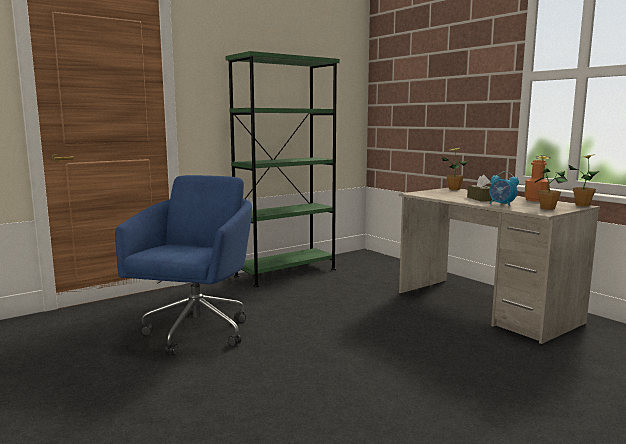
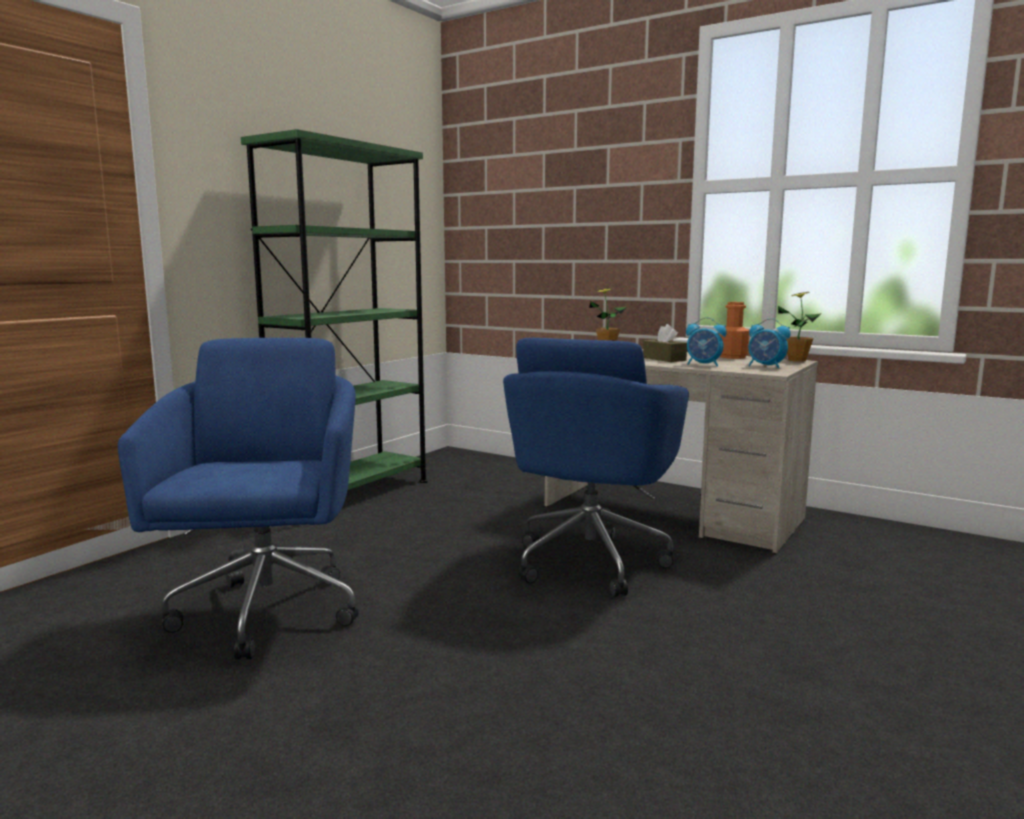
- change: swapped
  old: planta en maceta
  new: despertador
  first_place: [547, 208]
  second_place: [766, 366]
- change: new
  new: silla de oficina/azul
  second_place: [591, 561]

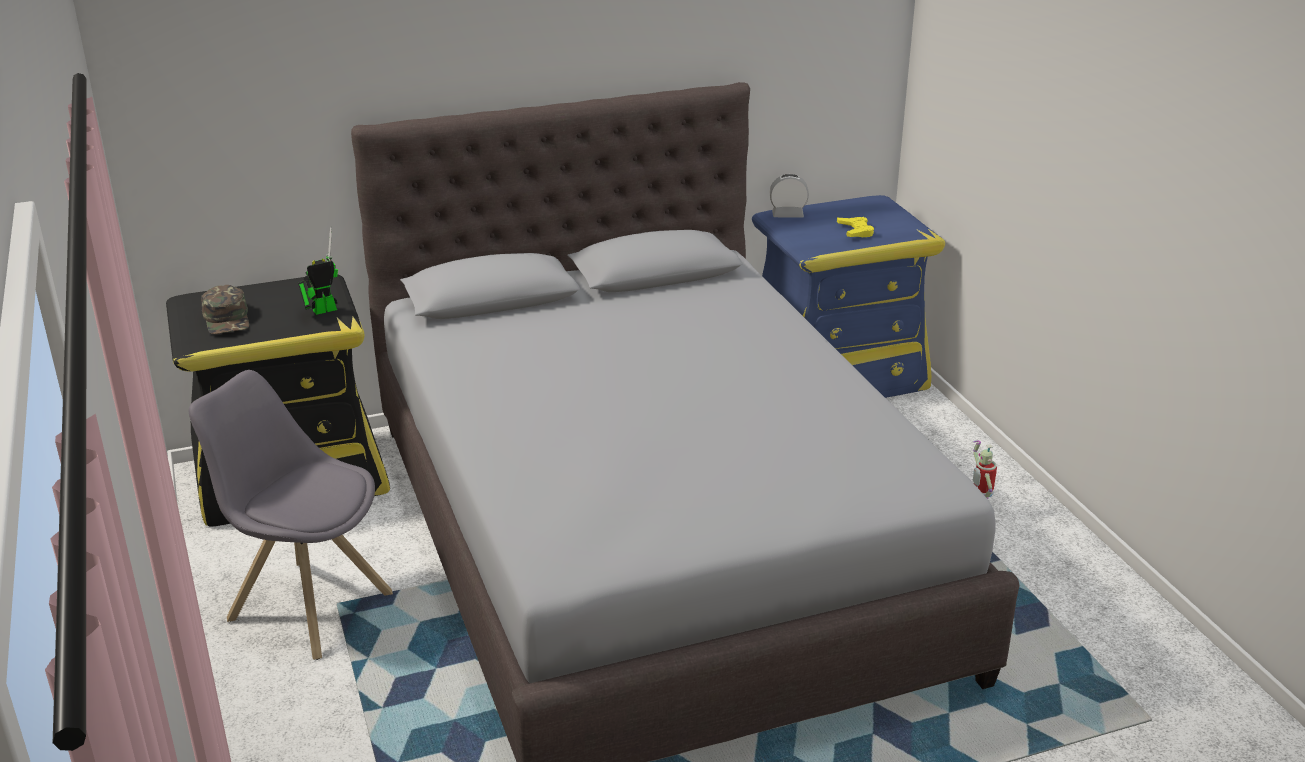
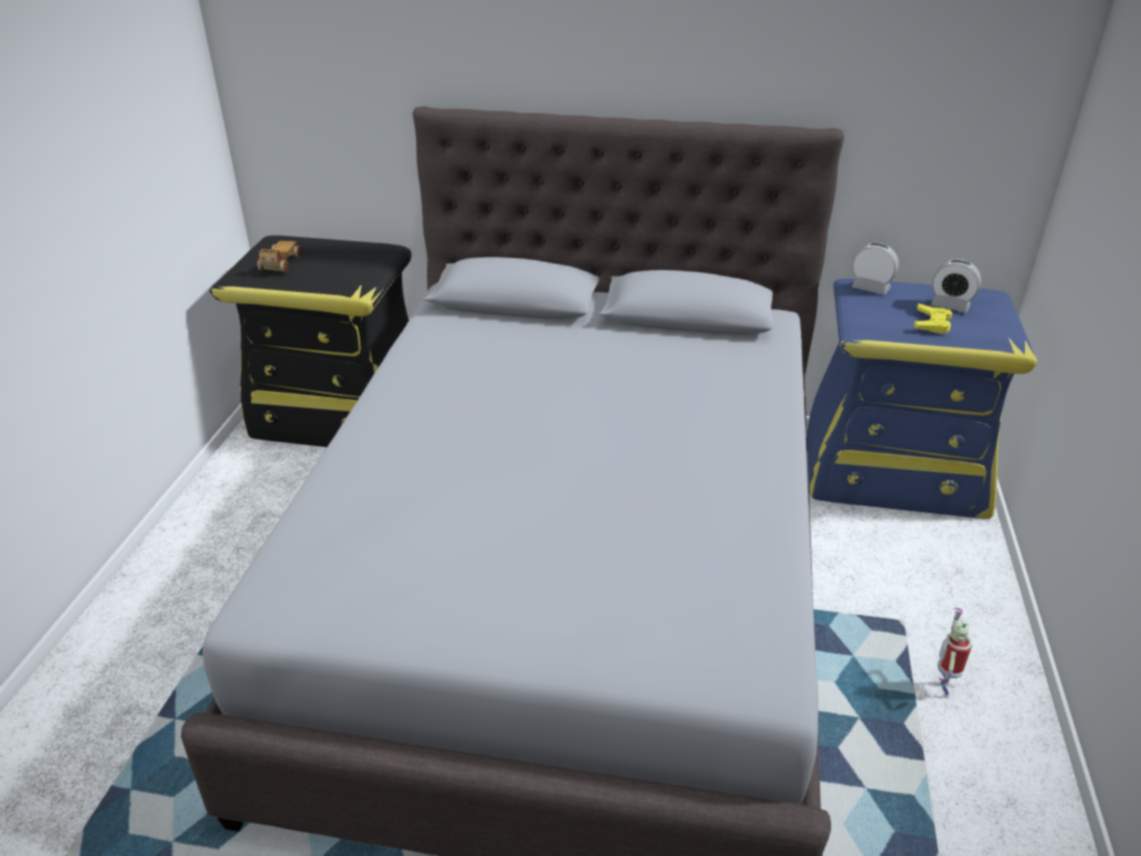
- change: gone
  old: silla/gris
  first_place: [308, 606]
- change: swapped
  old: gorra/verde
  new: coche de juguete
  first_place: [227, 319]
  second_place: [280, 264]
- change: gone
  old: robot de juguete
  first_place: [321, 311]
- change: new
  new: despertador
  second_place: [950, 306]

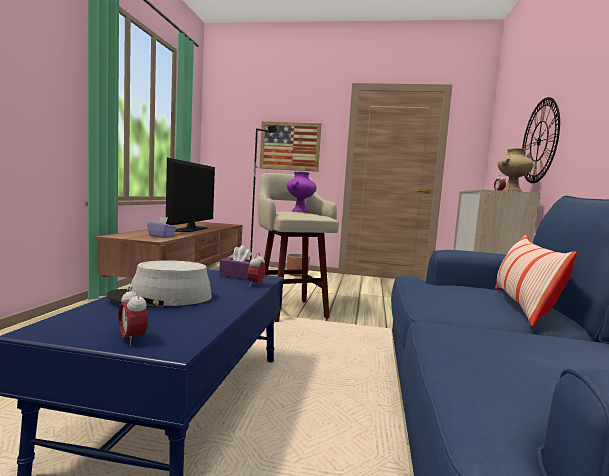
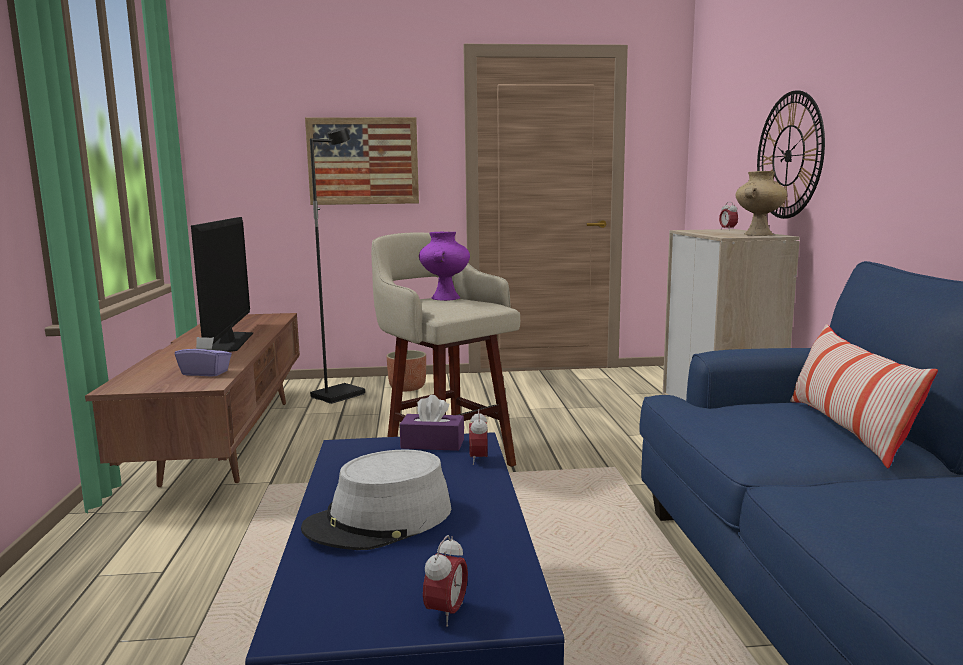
- change: rotated
  old: despertador
  first_place: [132, 340]
  second_place: [446, 613]
  degrees: -105

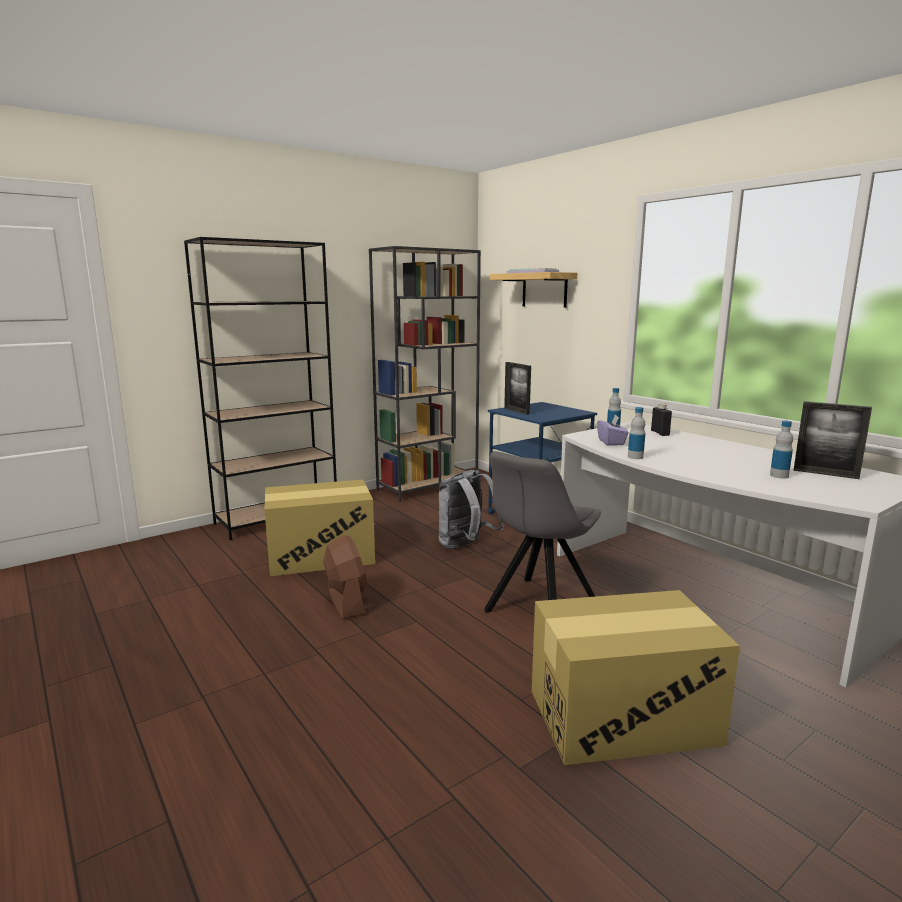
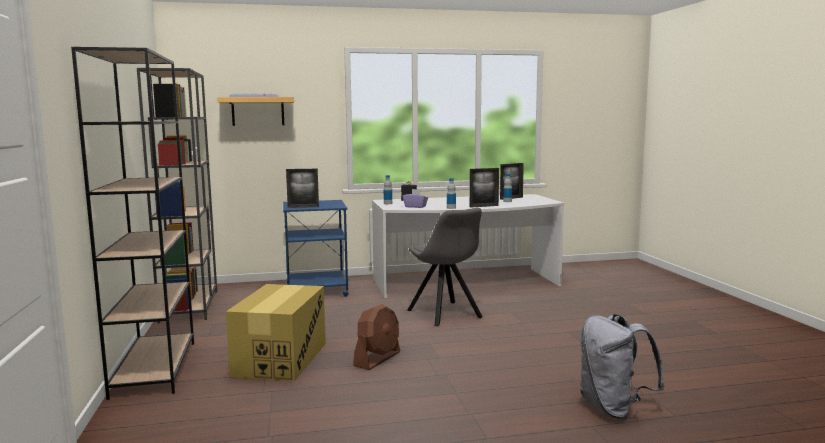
- change: rotated
  old: ventilador/marrón
  first_place: [346, 601]
  second_place: [377, 359]
  degrees: 120
- change: shifted
  old: mochila/gris
  first_place: [466, 546]
  second_place: [614, 408]
- change: gone
  old: caja de cartón
  first_place: [623, 717]
- change: new
  new: portarretratos
  second_place: [484, 206]

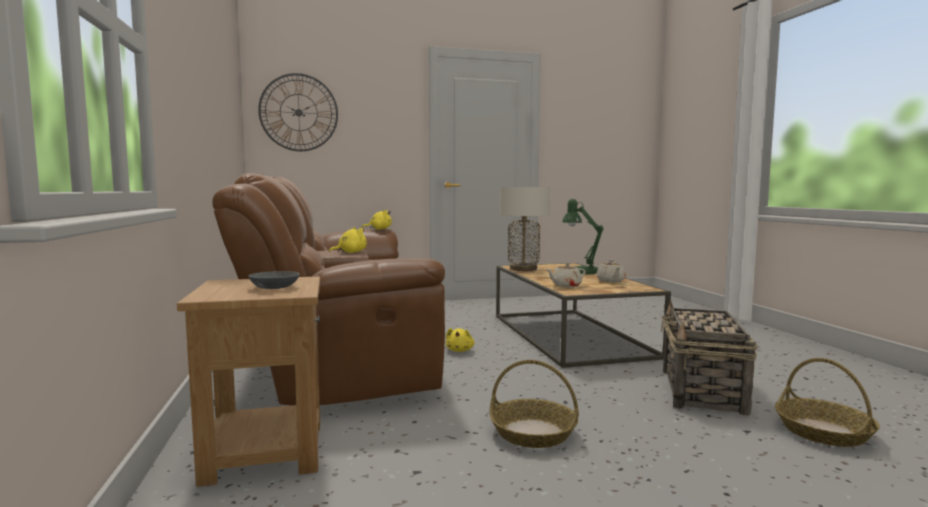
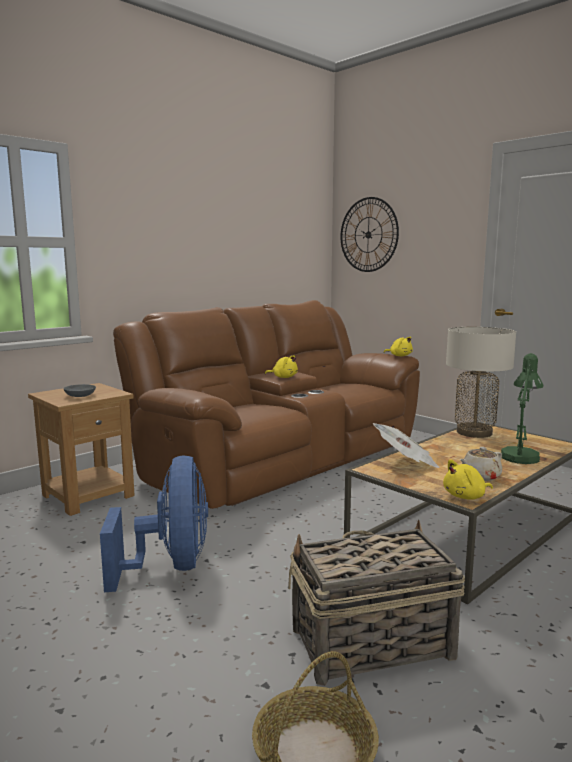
- change: shifted
  old: peluche/amarillo
  first_place: [460, 350]
  second_place: [466, 496]
- change: swapped
  old: cesta
  new: ventilador/azul
  first_place: [532, 433]
  second_place: [171, 566]
- change: swapped
  old: tetera/beis
  new: periódico
  first_place: [566, 285]
  second_place: [406, 462]

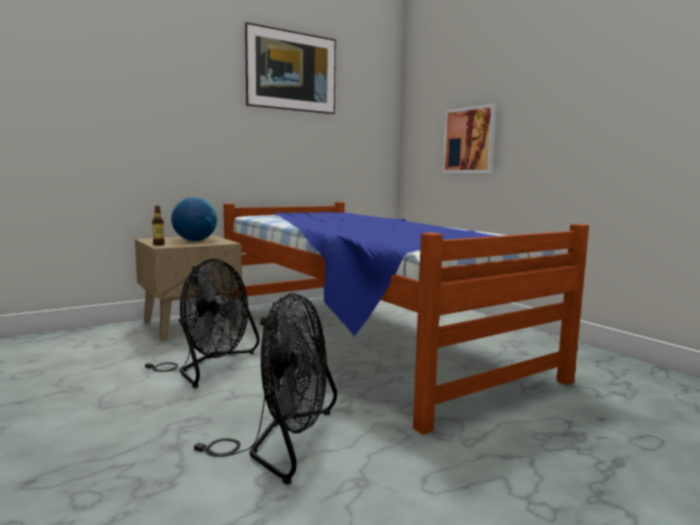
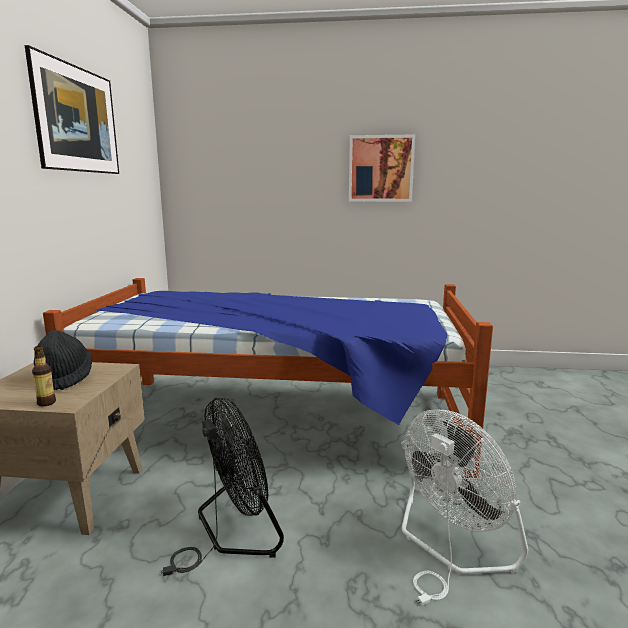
- change: swapped
  old: globo terráqueo
  new: sombrero/negro
  first_place: [195, 240]
  second_place: [64, 378]
- change: repainted
  old: ventilador/negro
  new: ventilador/blanco
  first_place: [281, 443]
  second_place: [445, 547]
- change: shifted
  old: cuadro
  first_place: [469, 140]
  second_place: [381, 169]

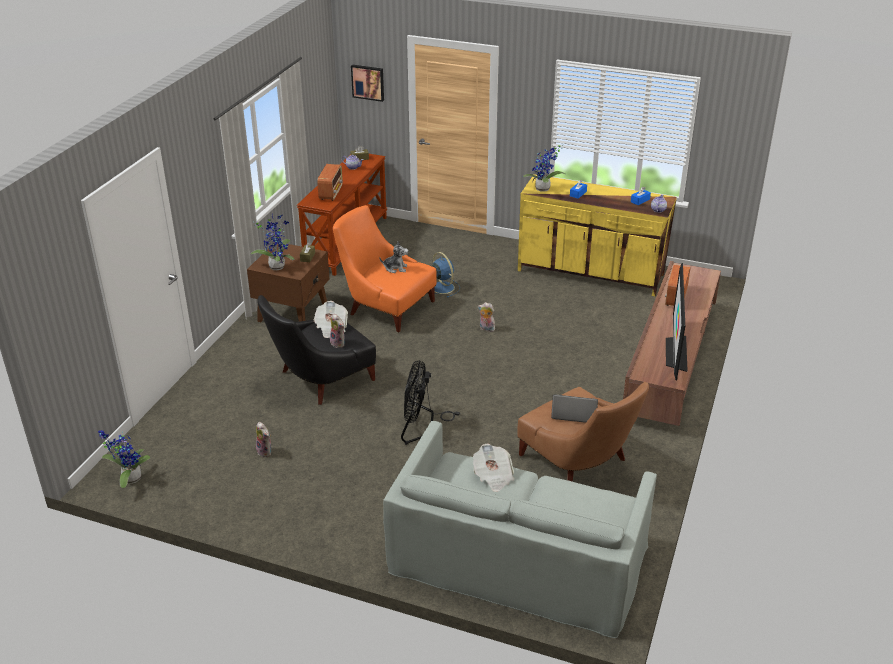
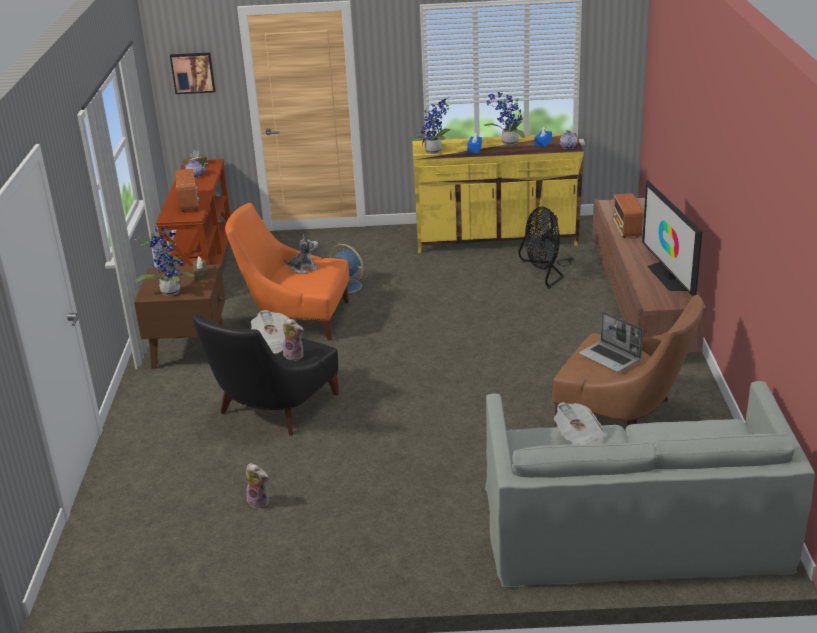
- change: shifted
  old: planta en maceta
  first_place: [129, 478]
  second_place: [508, 143]
- change: shifted
  old: ventilador/negro
  first_place: [422, 422]
  second_place: [546, 271]
- change: gone
  old: peluche
  first_place: [486, 329]
- change: rotated
  old: portátil
  first_place: [573, 413]
  second_place: [610, 357]
  degrees: -120

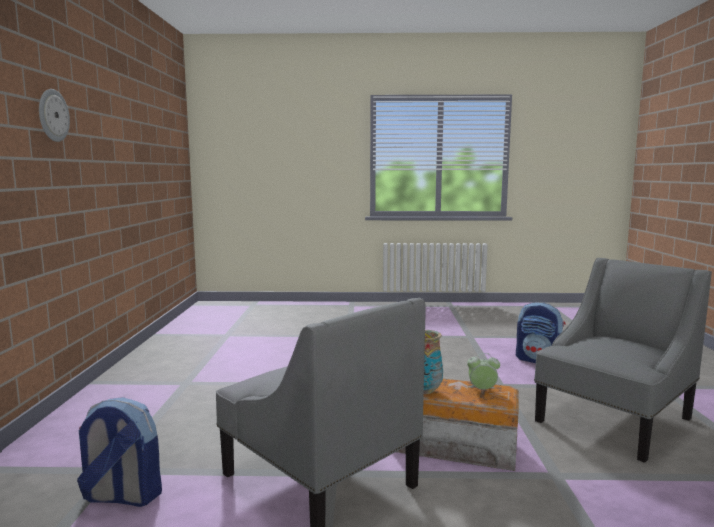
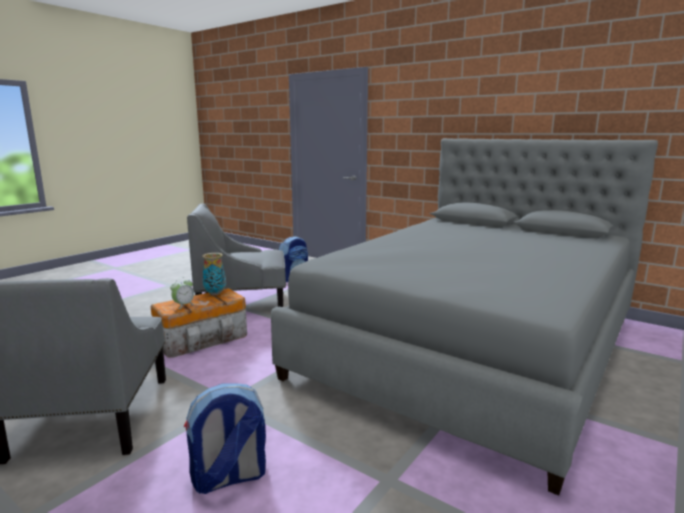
- change: gone
  old: reloj de pared
  first_place: [52, 115]
- change: new
  new: cama/gris
  second_place: [474, 346]

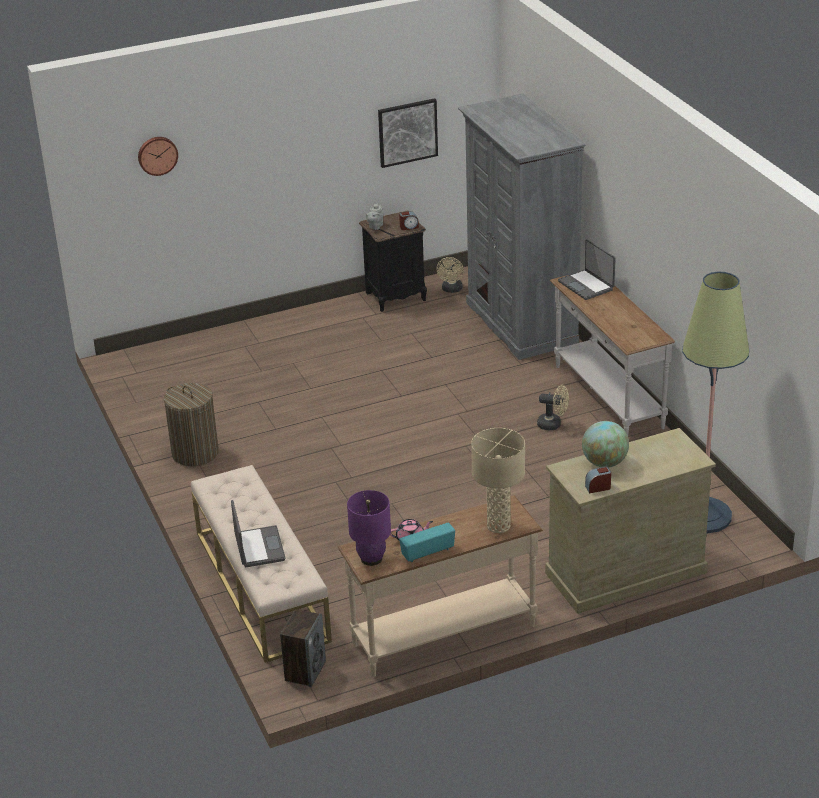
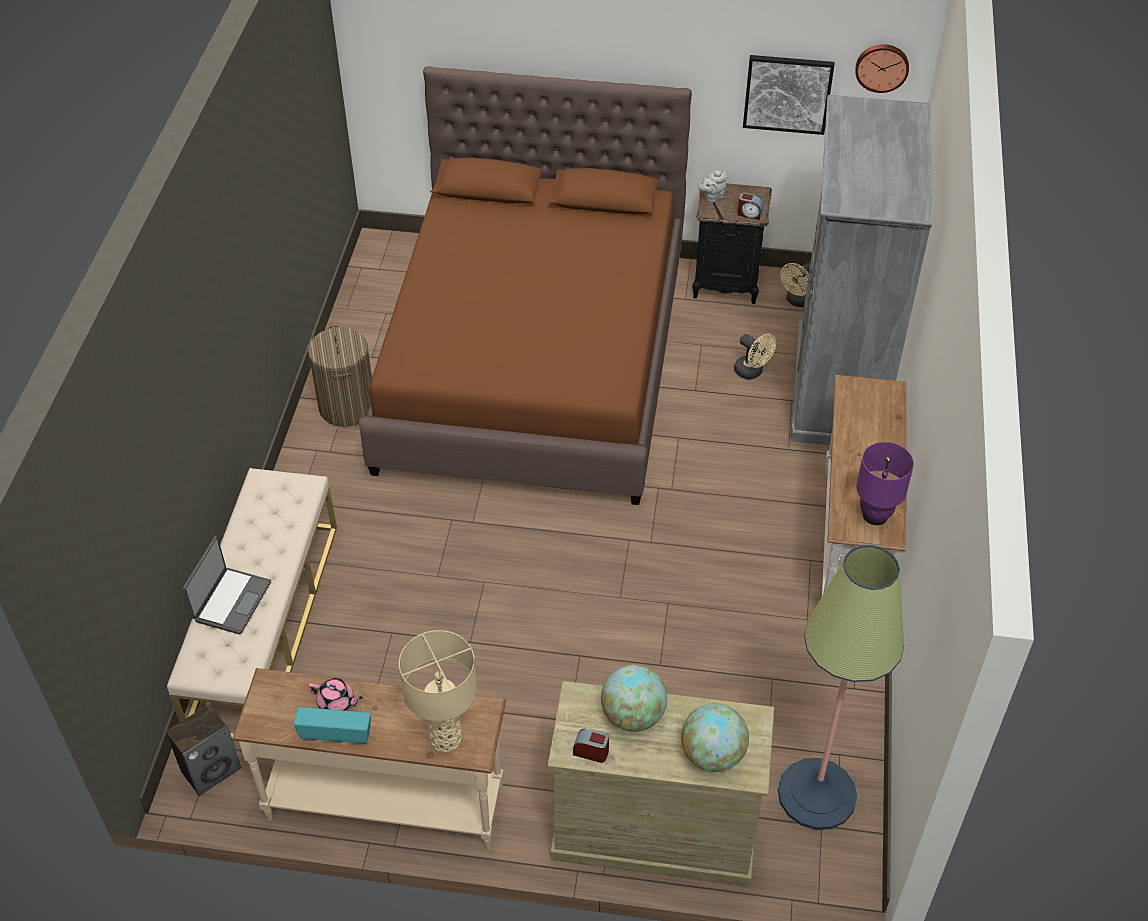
- change: shifted
  old: reloj de pared
  first_place: [157, 155]
  second_place: [882, 67]
- change: shifted
  old: lámpara de mesa/morado
  first_place: [371, 559]
  second_place: [875, 515]
- change: shifted
  old: ventilador/beis
  first_place: [553, 424]
  second_place: [752, 372]
- change: gone
  old: portátil
  first_place: [586, 285]
- change: new
  new: cama/marrón
  second_place: [533, 362]
- change: new
  new: globo terráqueo
  second_place: [712, 755]

